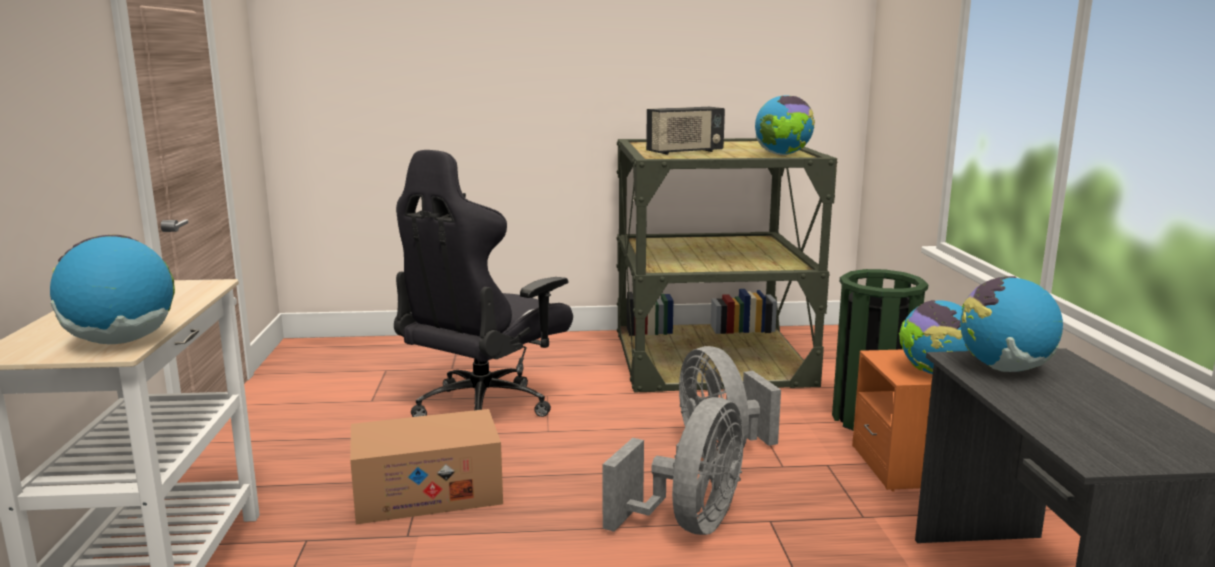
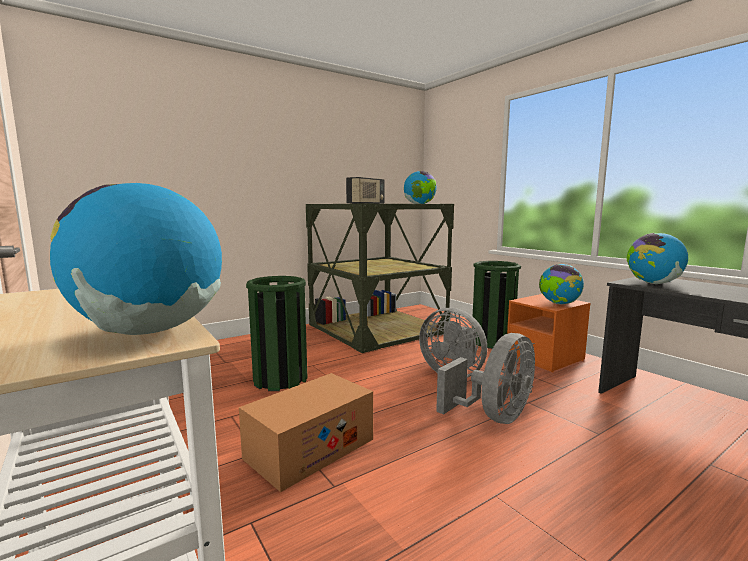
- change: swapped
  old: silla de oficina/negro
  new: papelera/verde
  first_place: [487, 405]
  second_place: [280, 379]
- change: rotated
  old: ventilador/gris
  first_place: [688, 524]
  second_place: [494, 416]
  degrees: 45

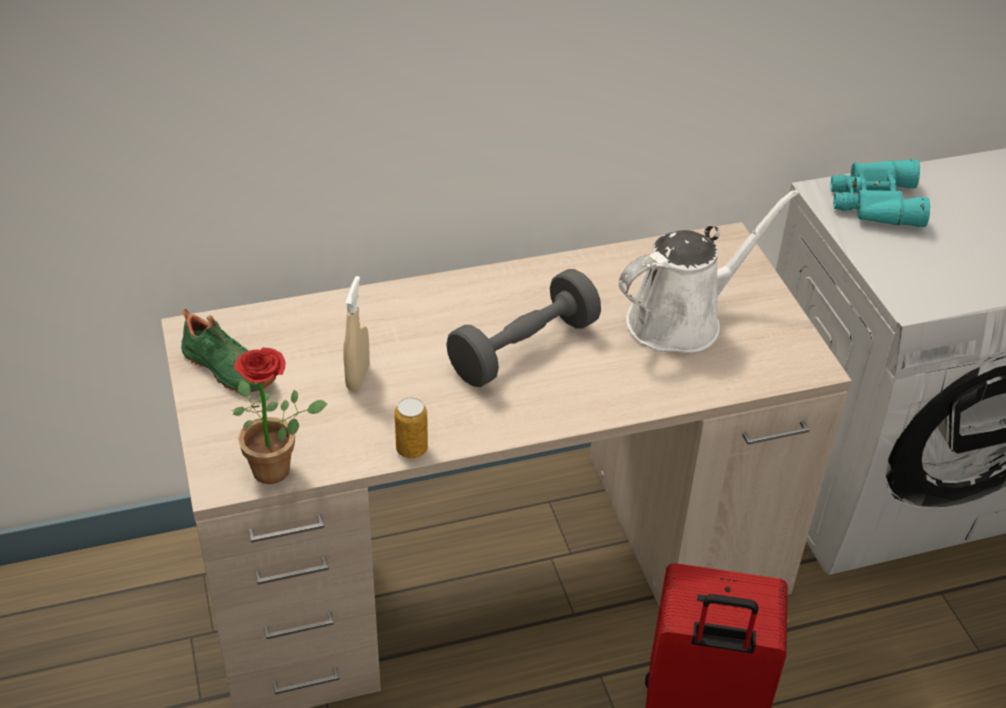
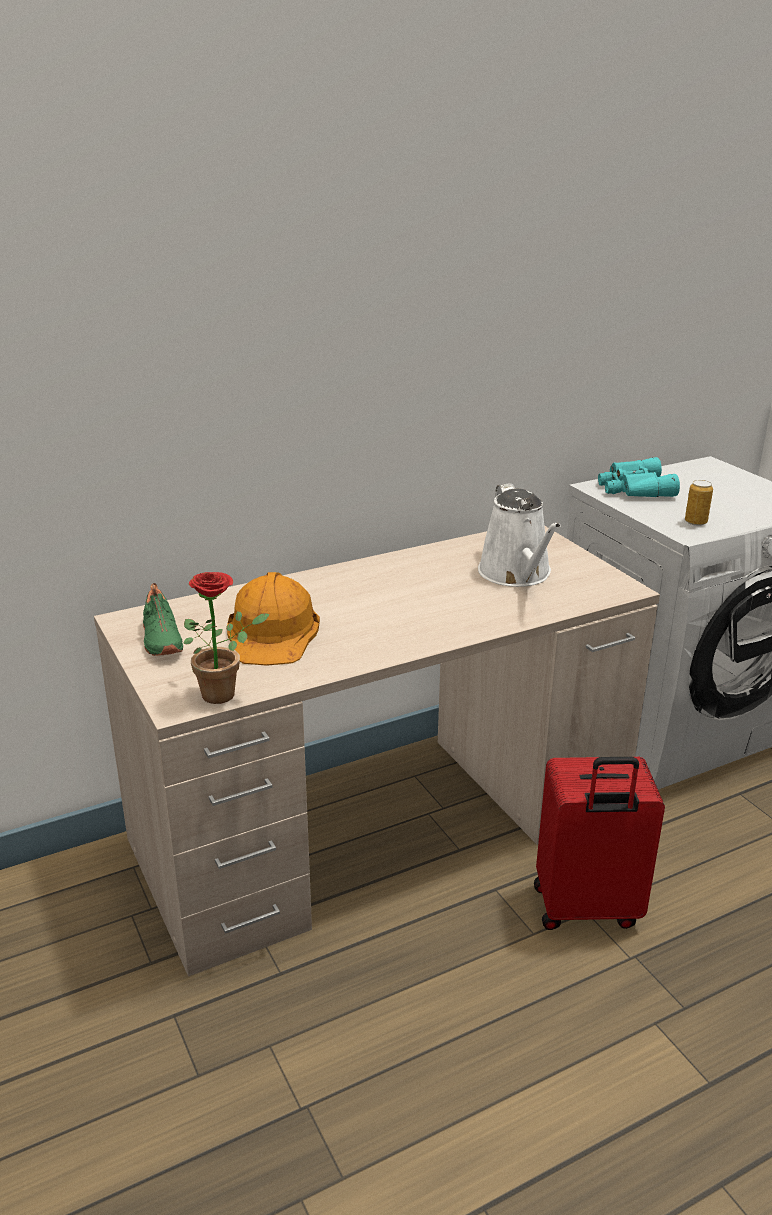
- change: rotated
  old: zapato/verde
  first_place: [226, 370]
  second_place: [160, 639]
  degrees: 45
- change: swapped
  old: pulverizador/beis
  new: casco/naranja
  first_place: [358, 377]
  second_place: [273, 632]
- change: shifted
  old: lata
  first_place: [411, 449]
  second_place: [695, 522]
- change: gone
  old: mancuerna/gris
  first_place: [523, 349]
- change: rotated
  old: regadera/blanco
  first_place: [682, 319]
  second_place: [517, 574]
  degrees: 120

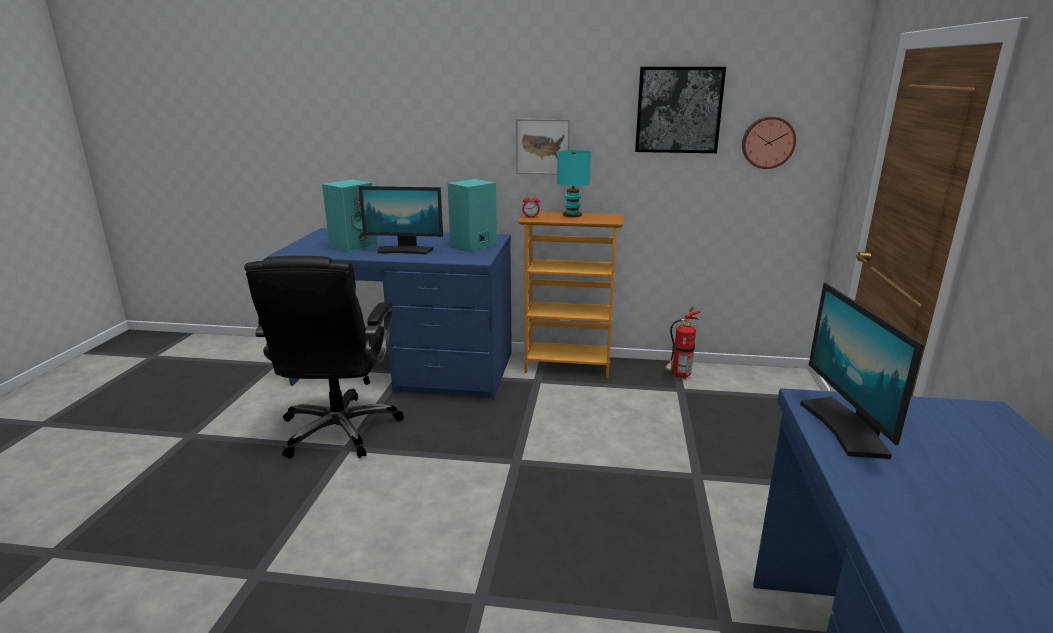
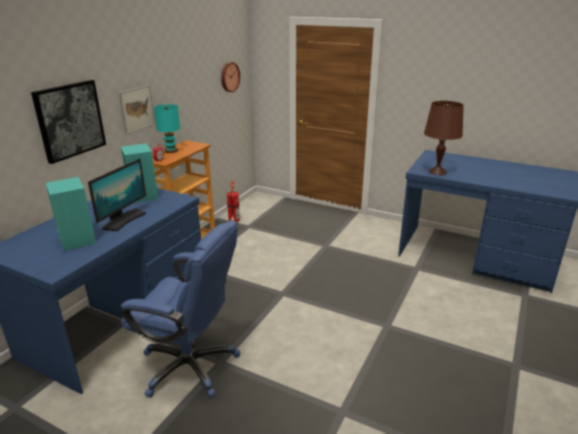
- change: repainted
  old: silla de oficina/negro
  new: silla de oficina/azul
  first_place: [339, 429]
  second_place: [189, 365]
- change: shifted
  old: cuadro
  first_place: [678, 110]
  second_place: [70, 120]
- change: swapped
  old: monitor
  new: lámpara de mesa/marrón
  first_place: [846, 427]
  second_place: [437, 171]

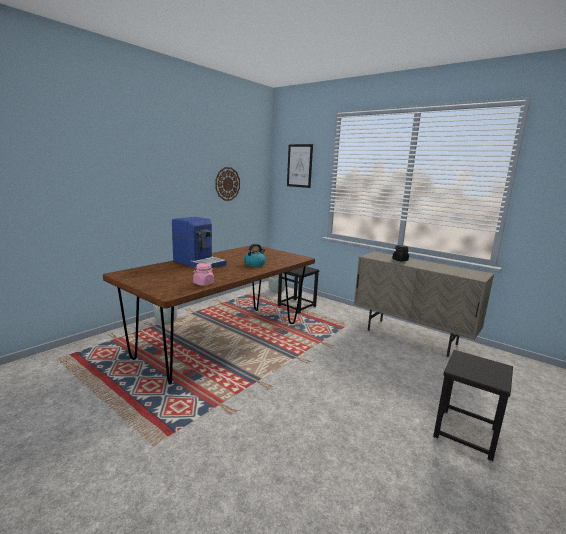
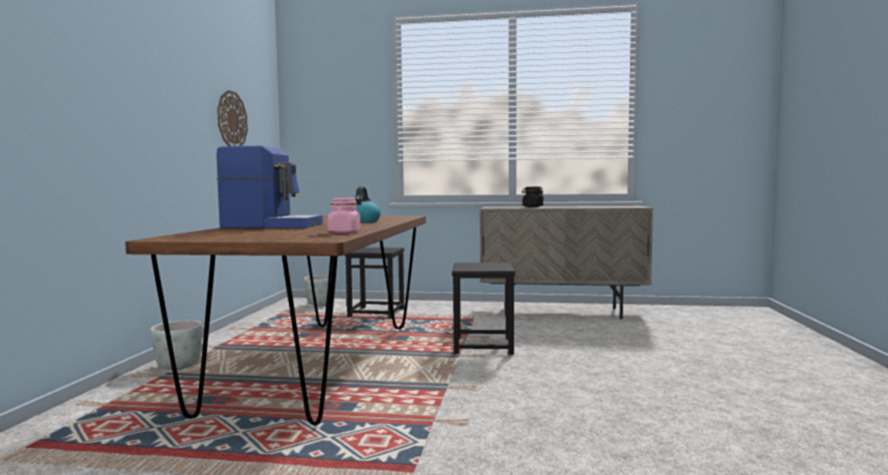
- change: gone
  old: cuadro
  first_place: [299, 166]
- change: shifted
  old: taburete/negro
  first_place: [466, 433]
  second_place: [484, 346]

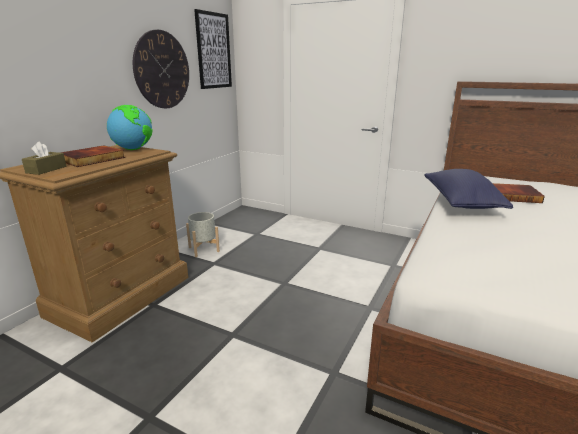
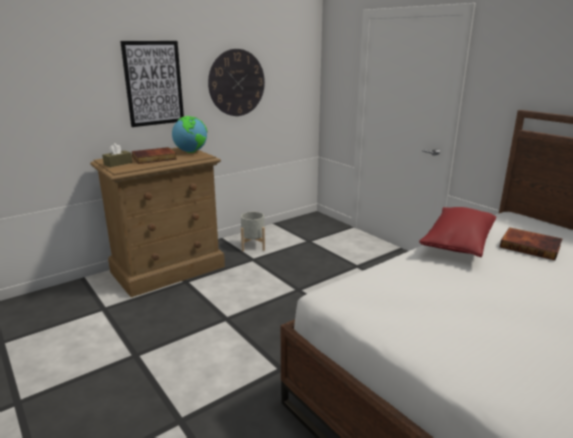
- change: shifted
  old: cuadro
  first_place: [213, 51]
  second_place: [153, 83]
- change: repainted
  old: cojín/azul
  new: cojín/rojo
  first_place: [460, 203]
  second_place: [457, 243]

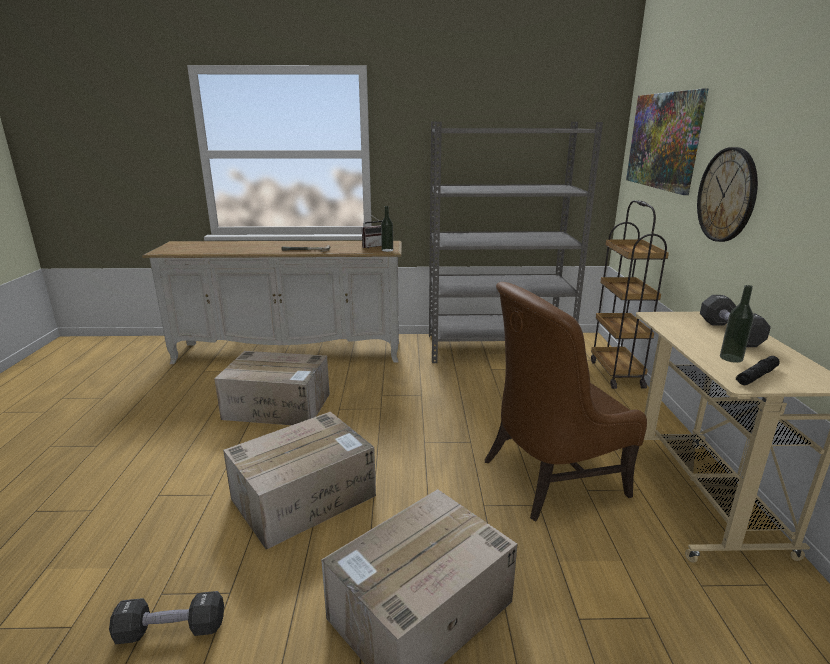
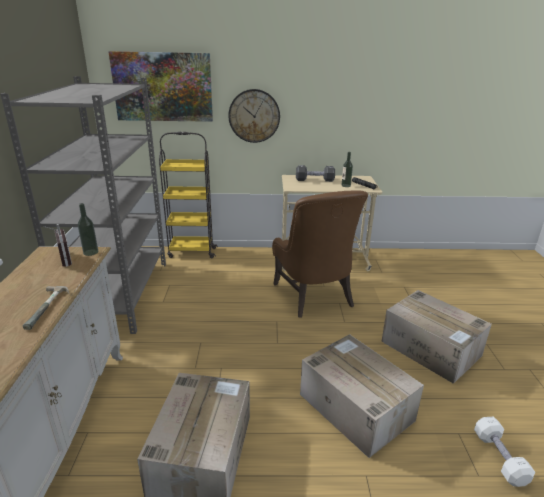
- change: repainted
  old: mancuerna/negro
  new: mancuerna/blanco
  first_place: [171, 630]
  second_place: [499, 458]
- change: repainted
  old: carrito/marrón
  new: carrito/amarillo
  first_place: [616, 374]
  second_place: [192, 253]

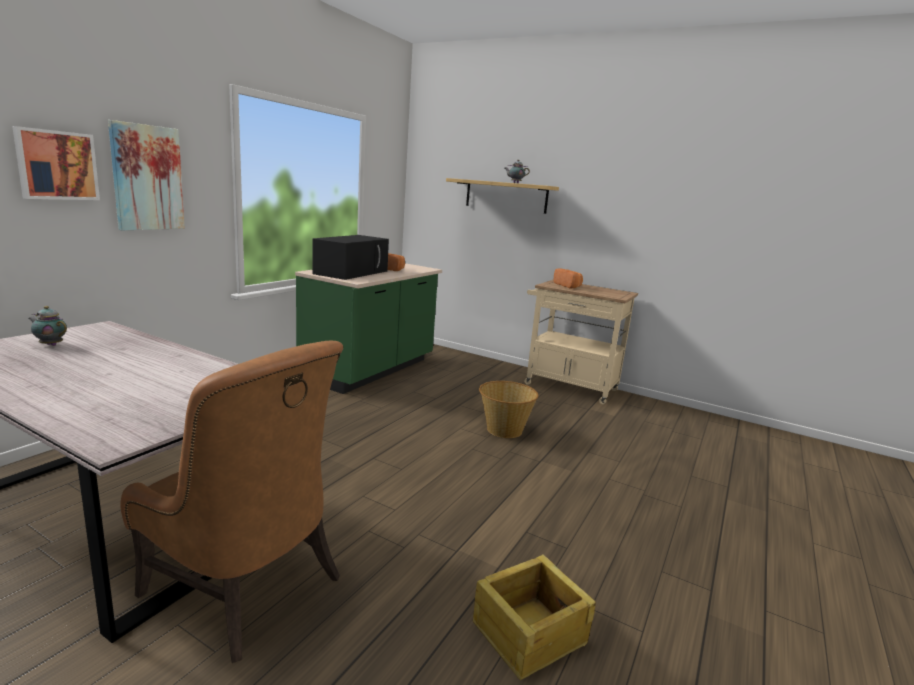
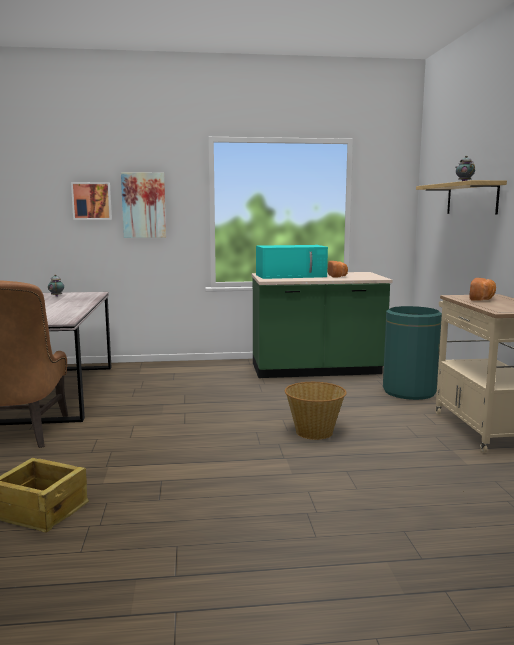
- change: repainted
  old: microondas/negro
  new: microondas/turquesa
  first_place: [352, 272]
  second_place: [292, 276]
- change: new
  new: papelera/verde
  second_place: [409, 391]

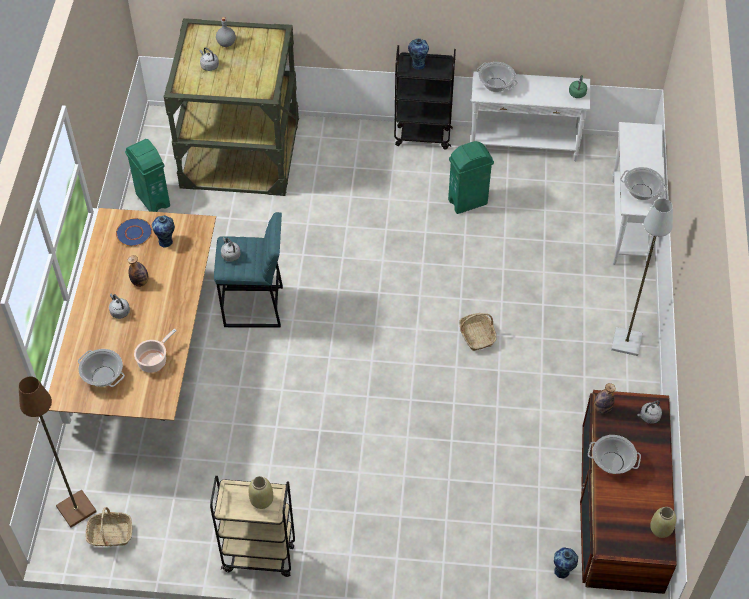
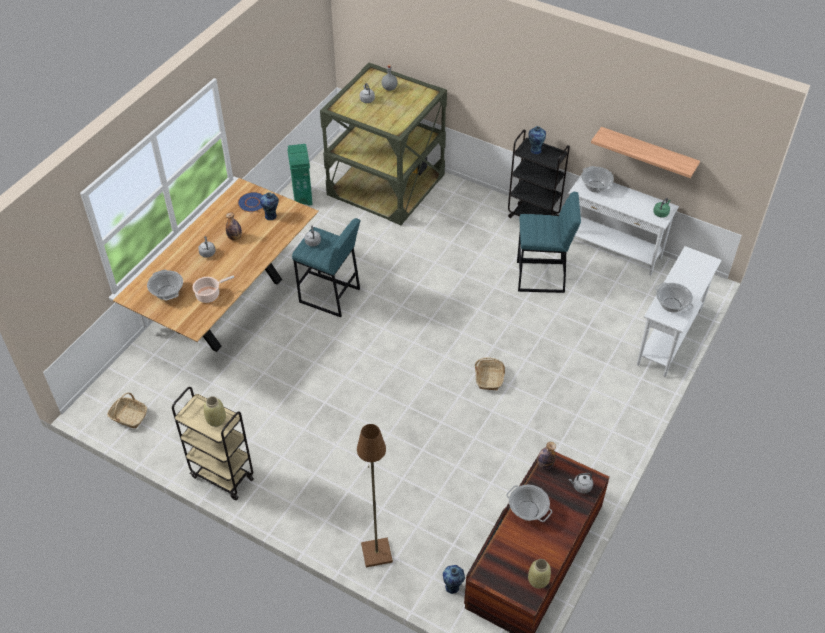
- change: shifted
  old: lámpara de pie/marrón
  first_place: [76, 510]
  second_place: [376, 553]
- change: swapped
  old: papelera/verde
  new: taburete/turquesa
  first_place: [468, 202]
  second_place: [542, 277]
- change: gone
  old: lámpara de pie/gris
  first_place: [627, 343]
- change: new
  new: estante
  second_place: [647, 152]

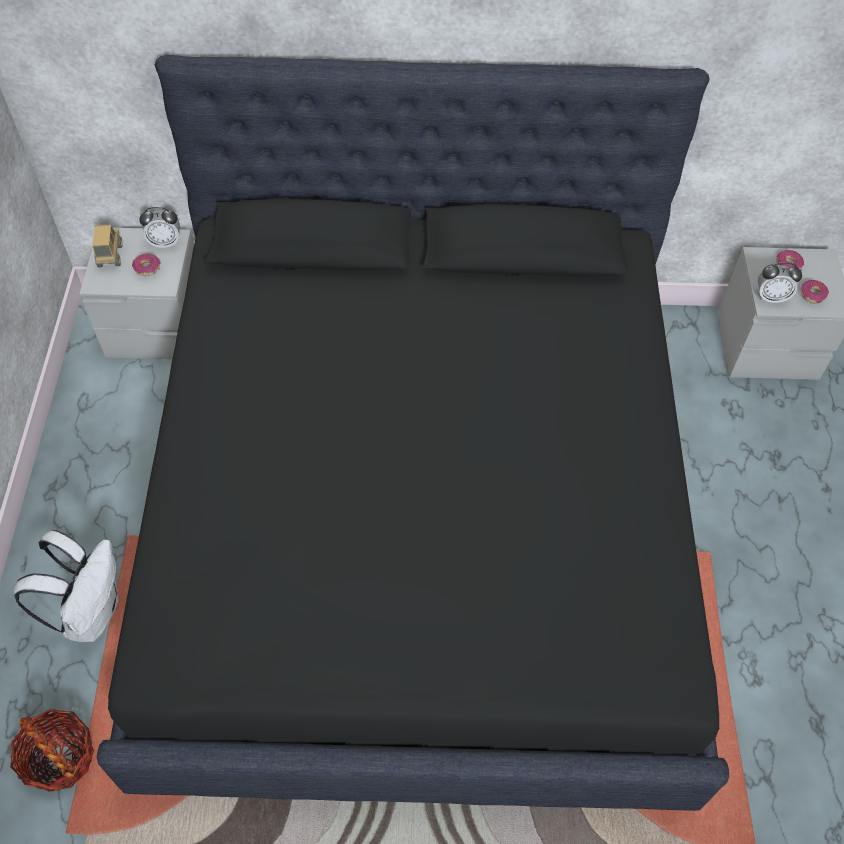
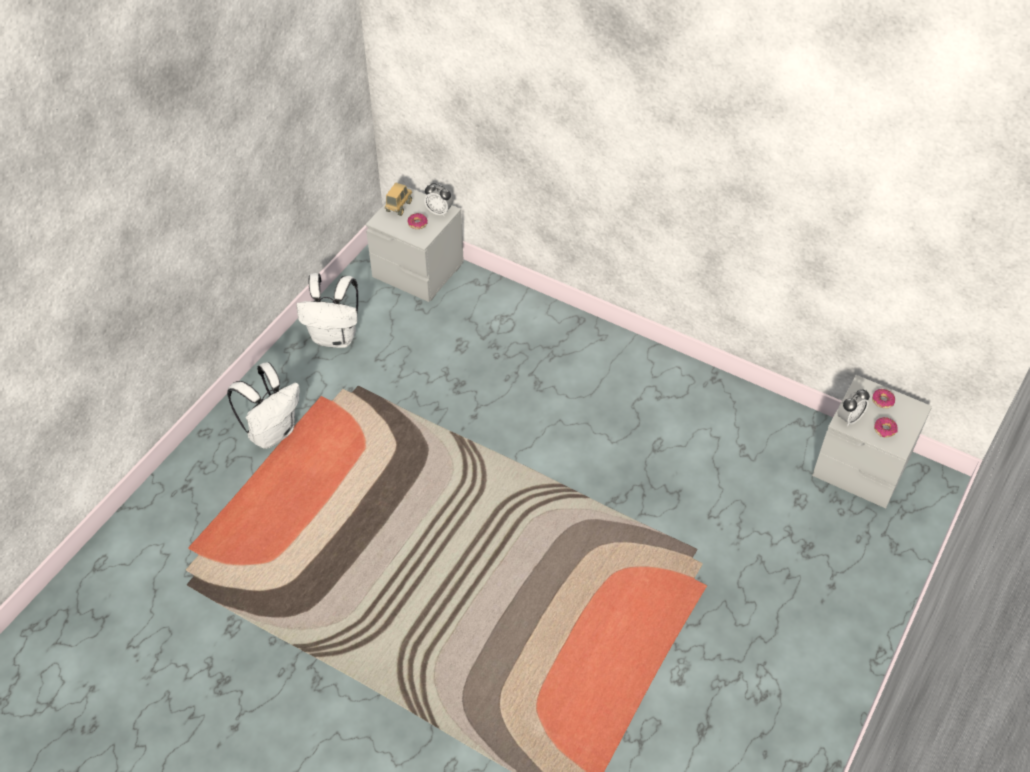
- change: gone
  old: cesta
  first_place: [60, 757]
- change: gone
  old: cama/negro
  first_place: [419, 515]
- change: rotated
  old: despertador
  first_place: [771, 297]
  second_place: [849, 418]
  degrees: -75
- change: new
  new: mochila/blanco
  second_place: [335, 337]

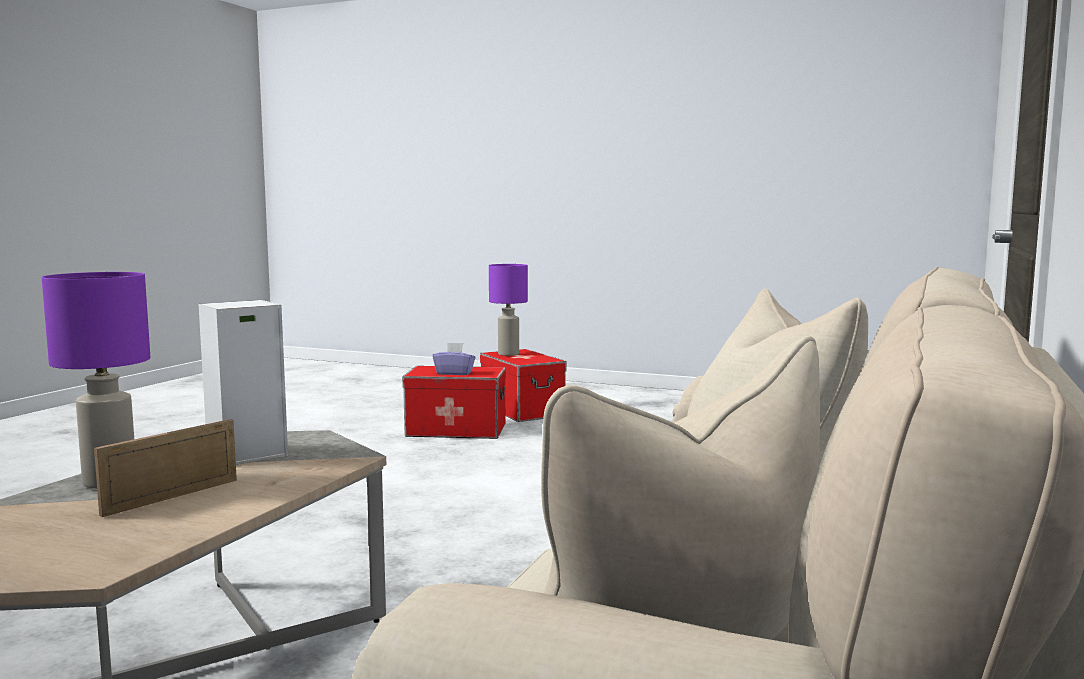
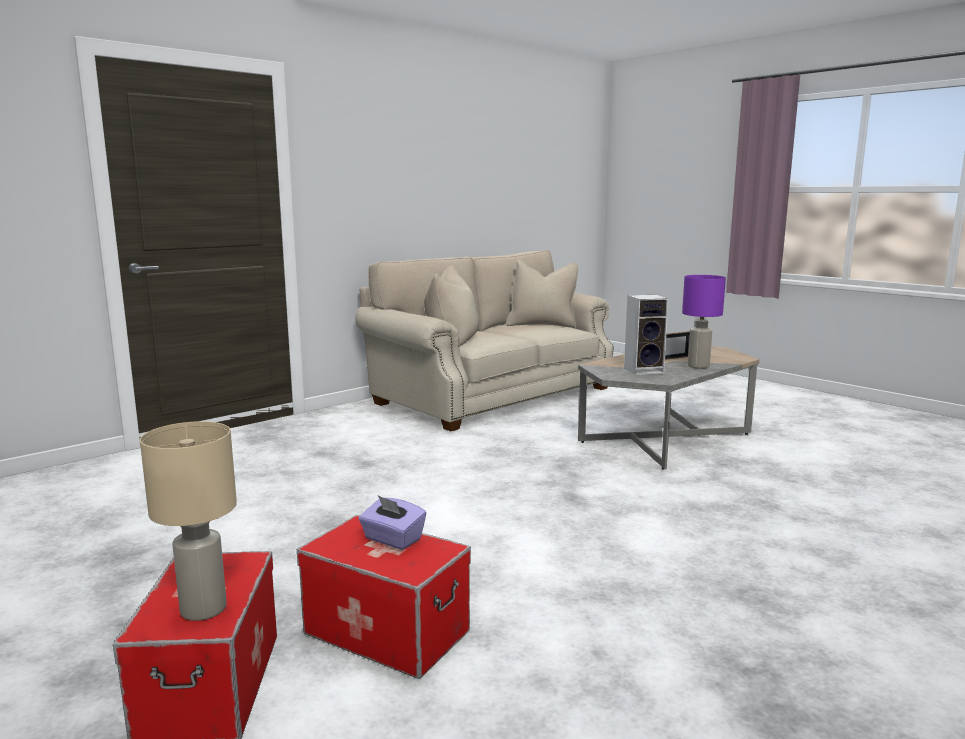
- change: repainted
  old: lámpara de mesa/morado
  new: lámpara de mesa/beis
  first_place: [508, 354]
  second_place: [204, 609]

